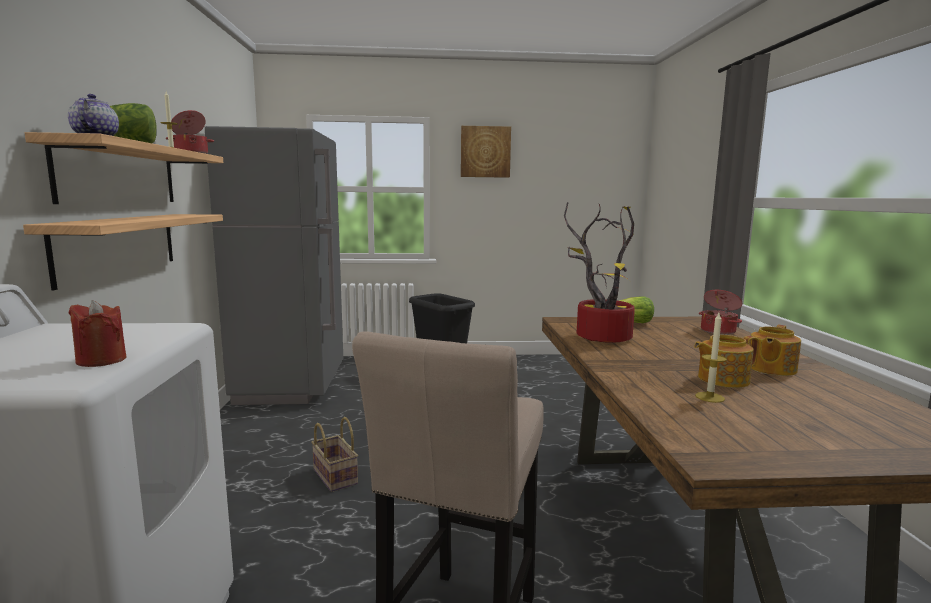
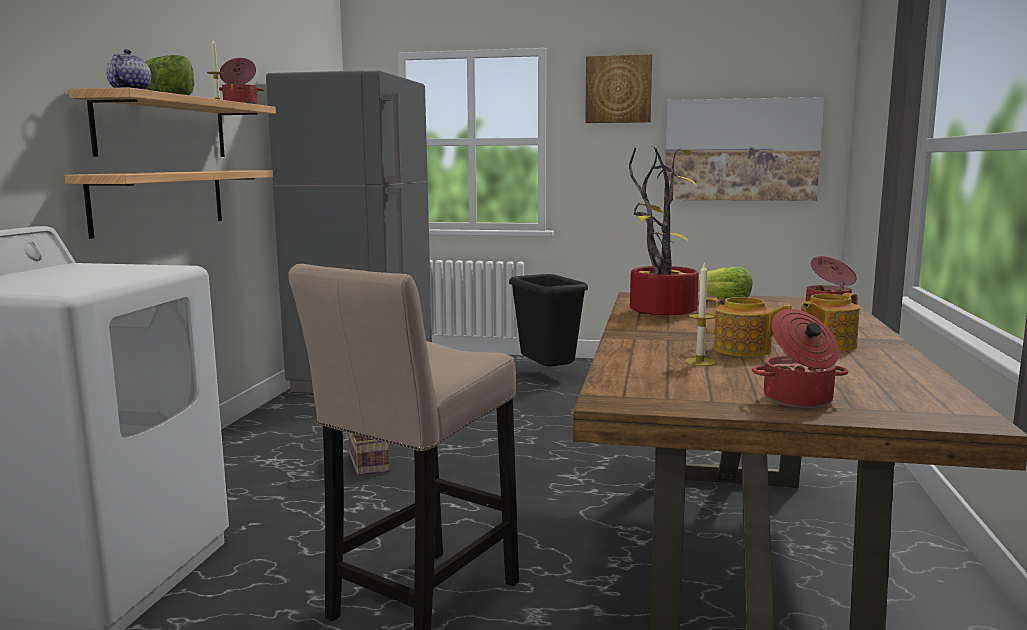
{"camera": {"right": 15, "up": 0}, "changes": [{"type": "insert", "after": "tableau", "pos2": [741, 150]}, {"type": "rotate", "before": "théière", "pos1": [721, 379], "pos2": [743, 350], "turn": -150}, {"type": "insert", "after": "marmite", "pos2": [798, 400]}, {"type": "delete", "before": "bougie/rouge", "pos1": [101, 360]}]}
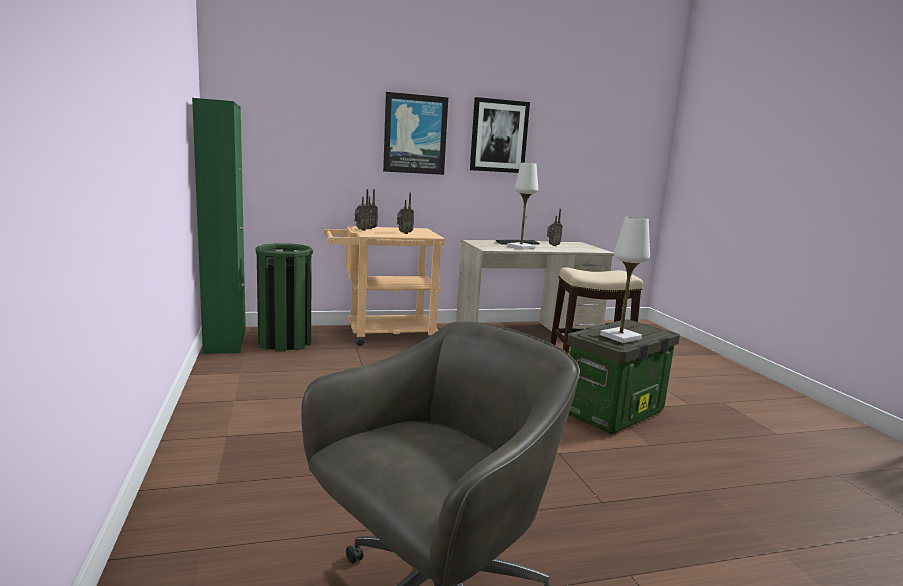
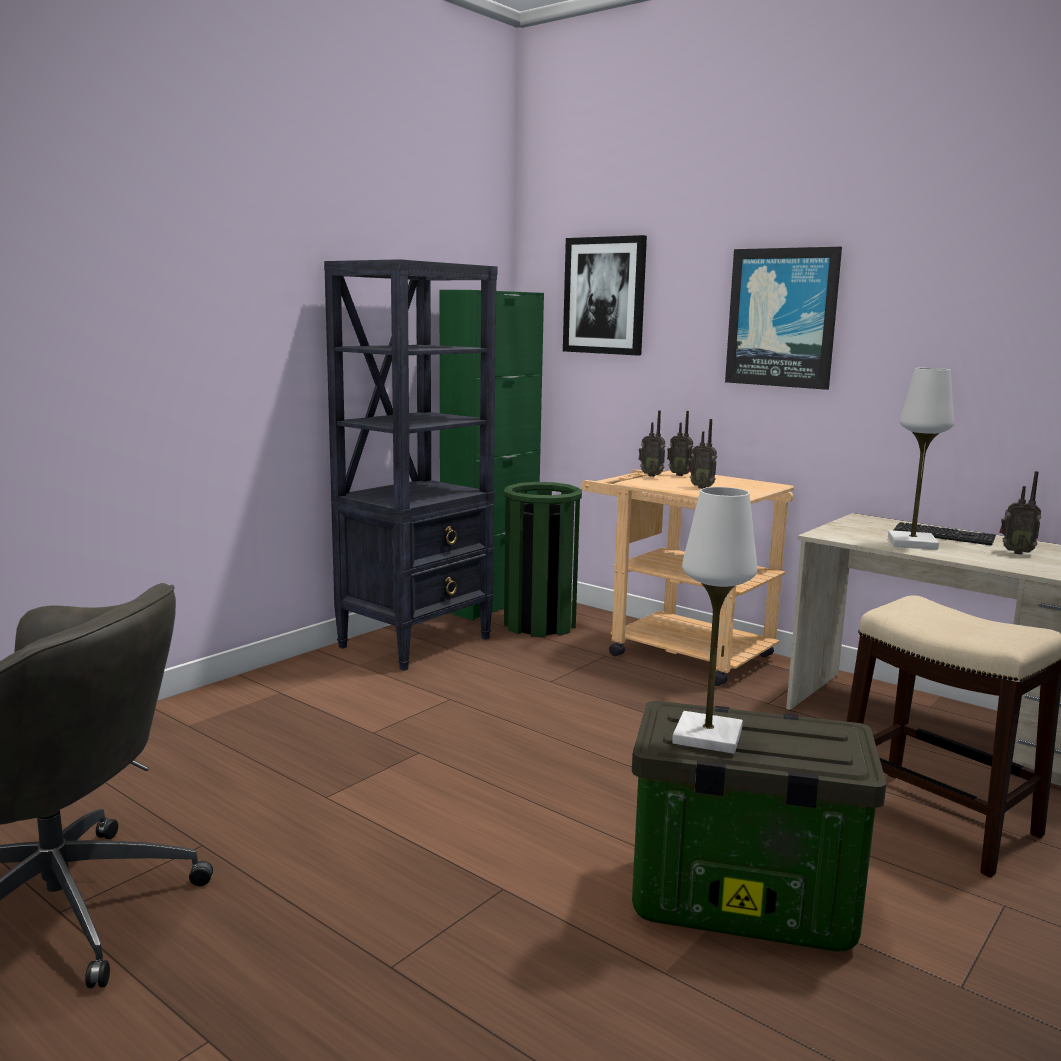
{"camera": {"right": 55, "up": 0}, "changes": [{"type": "insert", "after": "bibliothèque/noir", "pos2": [416, 642]}, {"type": "move", "before": "tableau", "pos1": [499, 136], "pos2": [604, 296]}]}
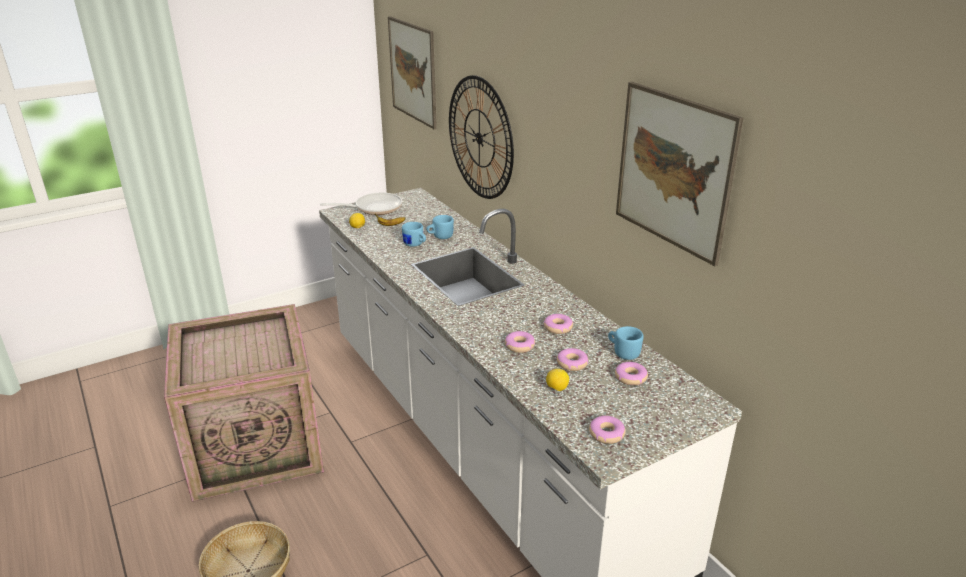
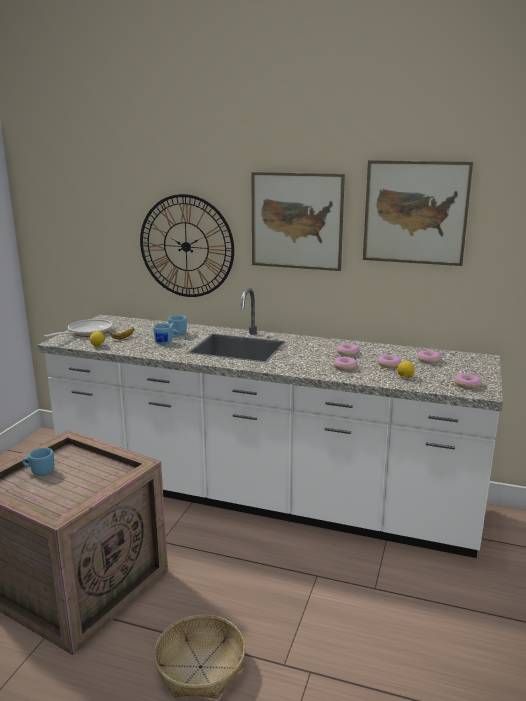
{"camera": {"right": -40, "up": -10}, "changes": [{"type": "move", "before": "mug/bleu", "pos1": [623, 352], "pos2": [39, 471]}, {"type": "move", "before": "tableau", "pos1": [413, 71], "pos2": [296, 221]}]}
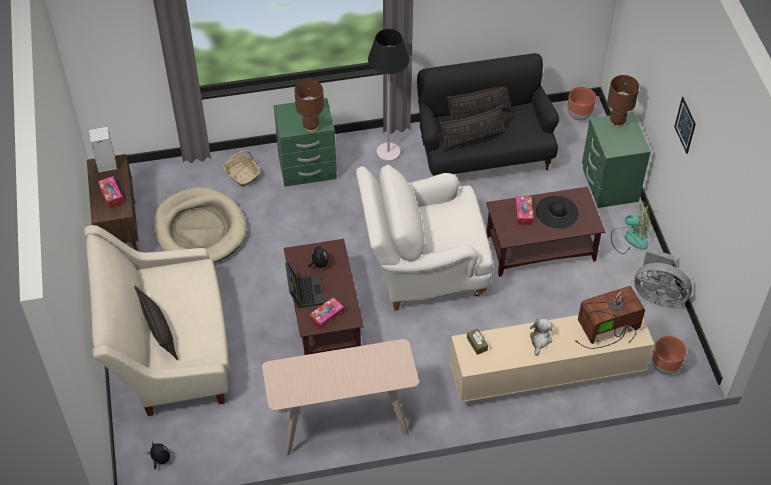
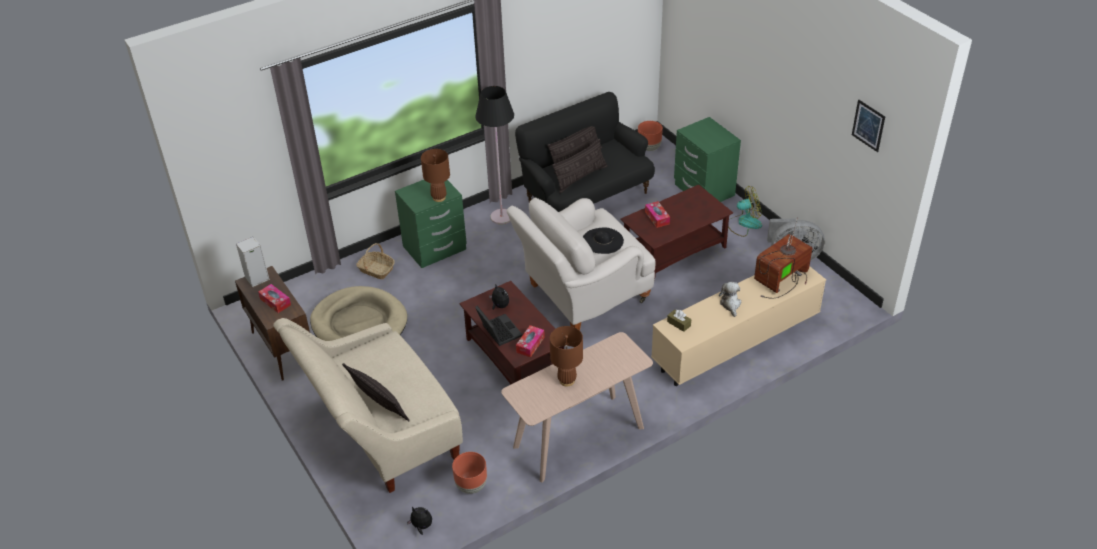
{"camera": {"right": -20, "up": -10}, "changes": [{"type": "move", "before": "cache-pot/marron", "pos1": [664, 366], "pos2": [471, 486]}, {"type": "move", "before": "lampe de table/marron", "pos1": [617, 122], "pos2": [567, 380]}, {"type": "move", "before": "chapeau/noir", "pos1": [557, 212], "pos2": [602, 241]}, {"type": "move", "before": "tableau", "pos1": [685, 125], "pos2": [868, 125]}]}
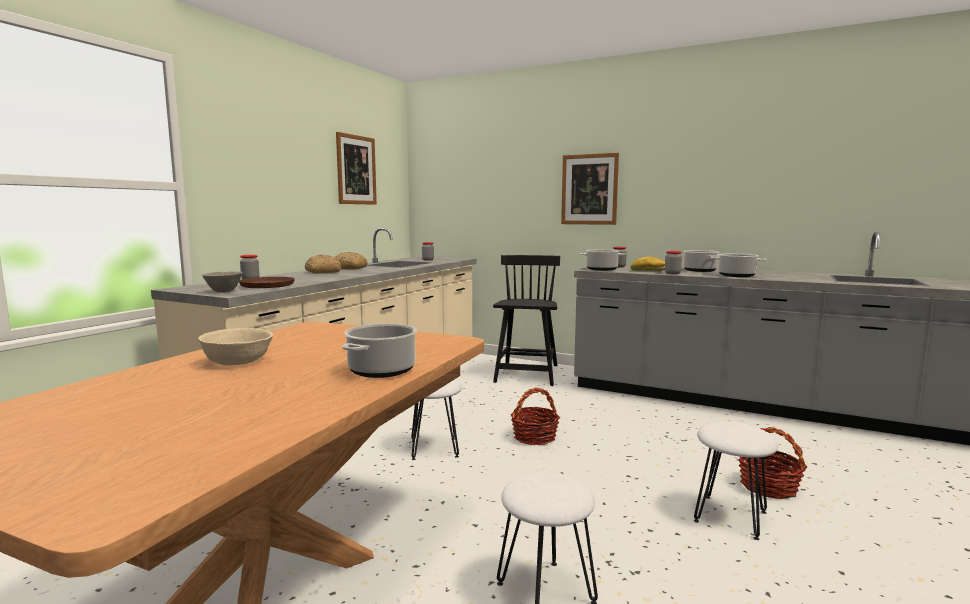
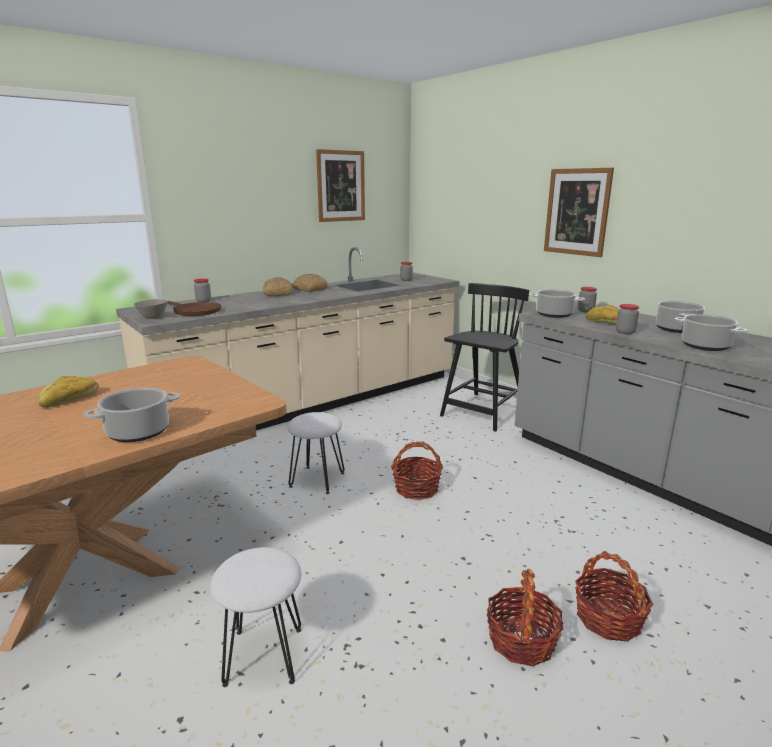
{"camera": {"right": 25, "up": 10}, "changes": [{"type": "replace", "before": "bol/beige", "after": "pain", "pos1": [238, 361], "pos2": [71, 399]}, {"type": "replace", "before": "tabouret/blanc", "after": "panier", "pos1": [731, 517], "pos2": [521, 640]}]}
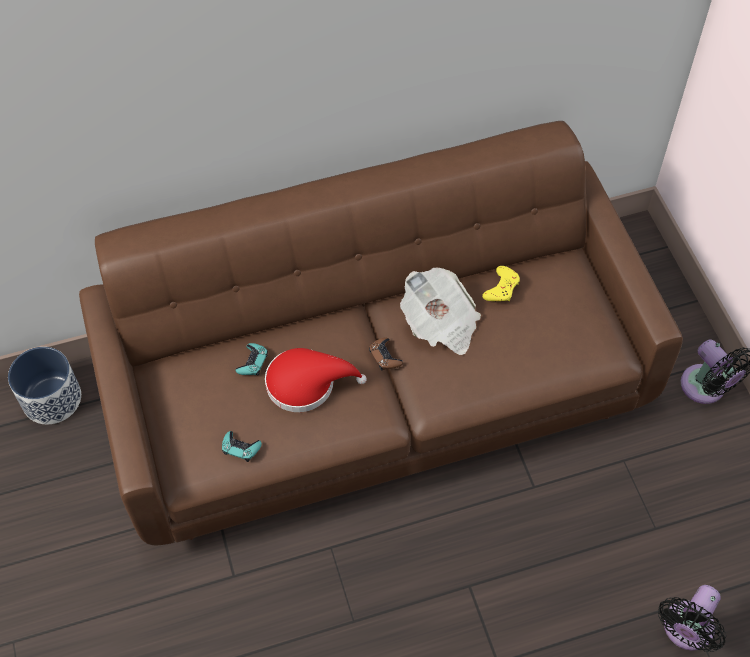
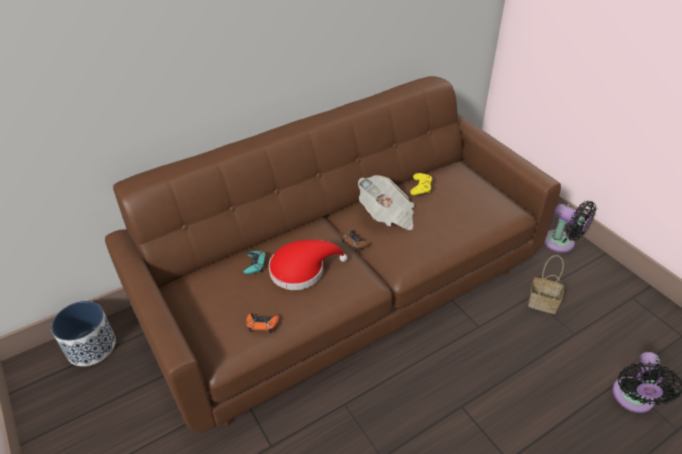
{"camera": {"right": -15, "up": -15}, "changes": [{"type": "recolor", "before": "manette/turquoise", "after": "manette/orange", "pos1": [240, 448], "pos2": [262, 324]}, {"type": "insert", "after": "panier", "pos2": [544, 302]}]}
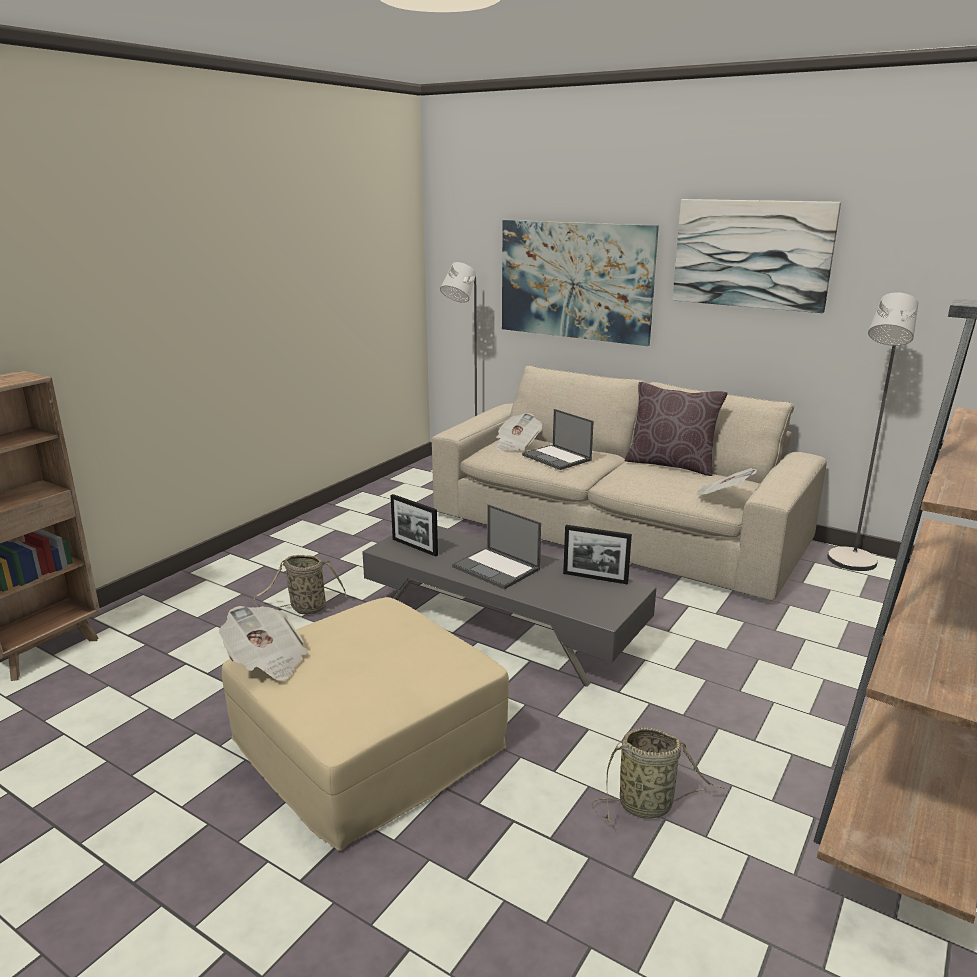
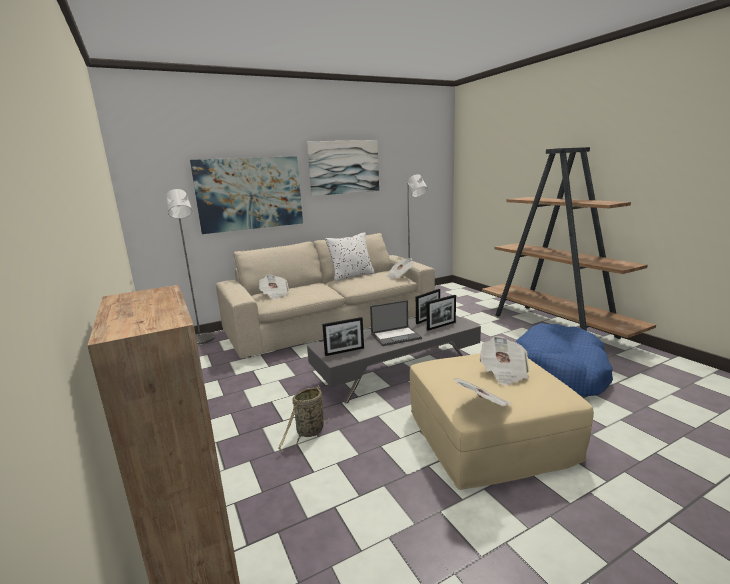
{"camera": {"right": -60, "up": -5}, "changes": [{"type": "recolor", "before": "coussin/marron", "after": "coussin/blanc", "pos1": [671, 464], "pos2": [351, 276]}, {"type": "insert", "after": "cadre photo", "pos2": [441, 326]}, {"type": "insert", "after": "journal", "pos2": [503, 373]}, {"type": "replace", "before": "panier", "after": "panier pour chien/bleu", "pos1": [649, 805], "pos2": [561, 372]}, {"type": "delete", "before": "ordinateur portable", "pos1": [557, 458]}]}
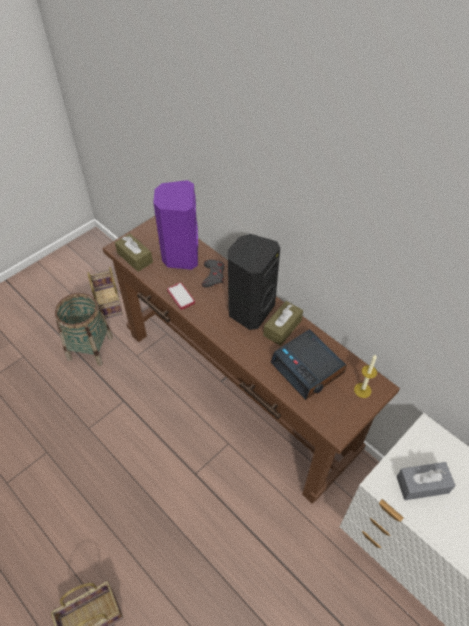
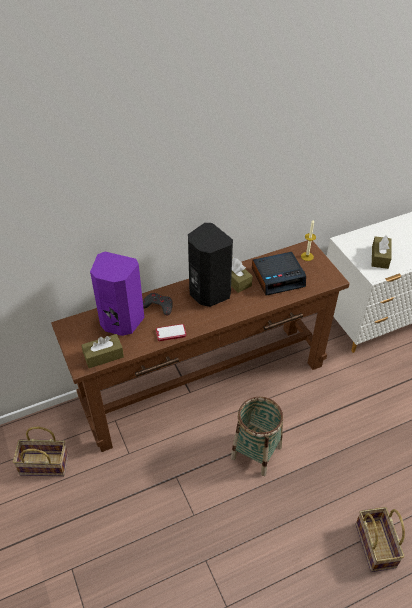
{"camera": {"right": -70, "up": -5}, "changes": [{"type": "move", "before": "panier", "pos1": [90, 348], "pos2": [256, 452]}, {"type": "recolor", "before": "boîte à mouchoirs/gris", "after": "boîte à mouchoirs/marron", "pos1": [422, 484], "pos2": [380, 257]}]}
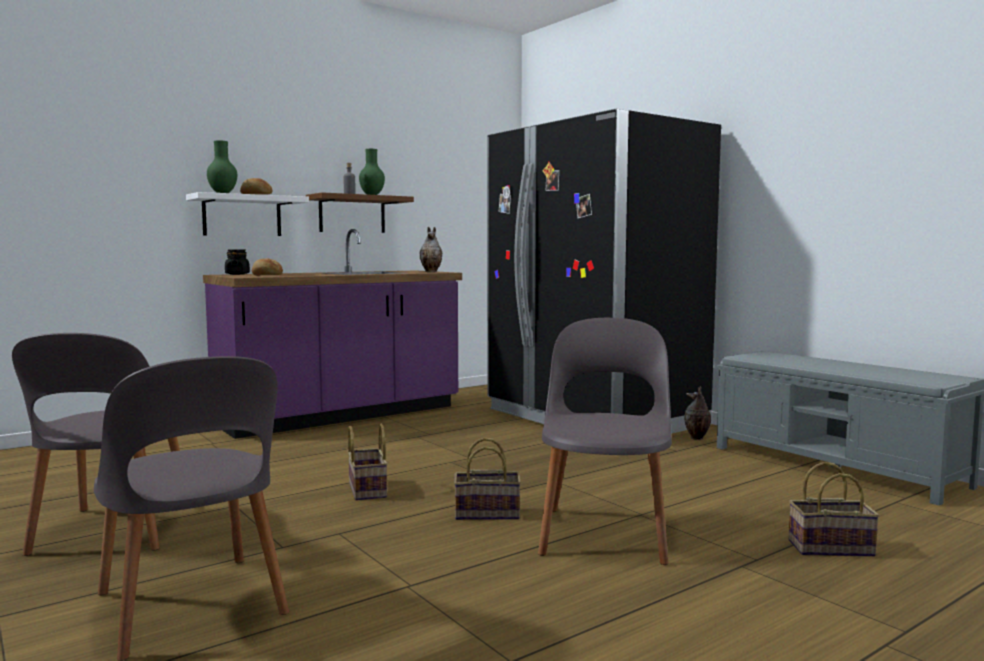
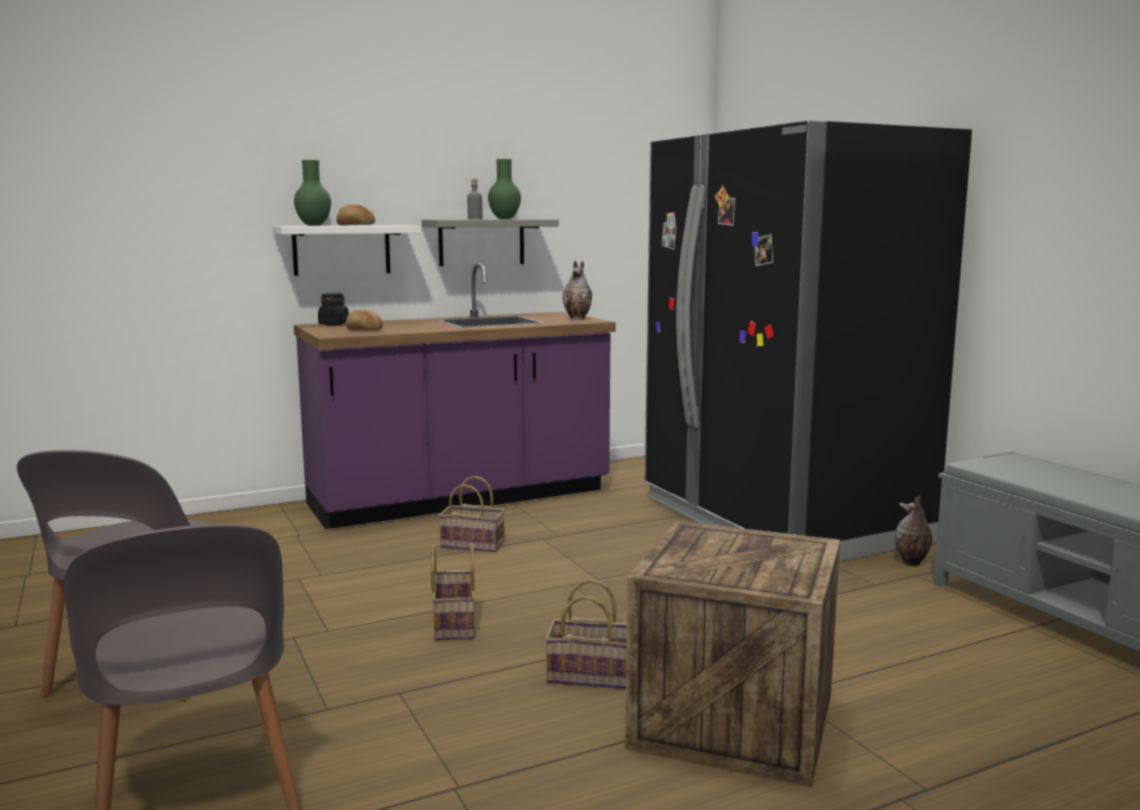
{"camera": {"right": 10, "up": 5}, "changes": [{"type": "recolor", "before": "étagère/marron", "after": "étagère/gris", "pos1": [352, 214], "pos2": [481, 242]}, {"type": "move", "before": "panier", "pos1": [832, 548], "pos2": [474, 544]}, {"type": "replace", "before": "chaise/gris", "after": "caisse", "pos1": [605, 532], "pos2": [733, 721]}]}
